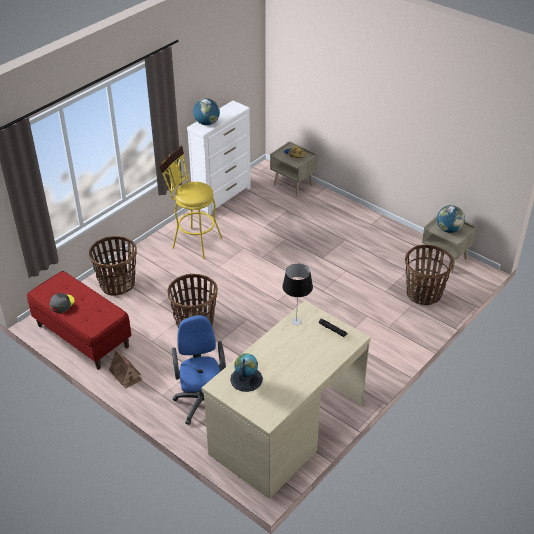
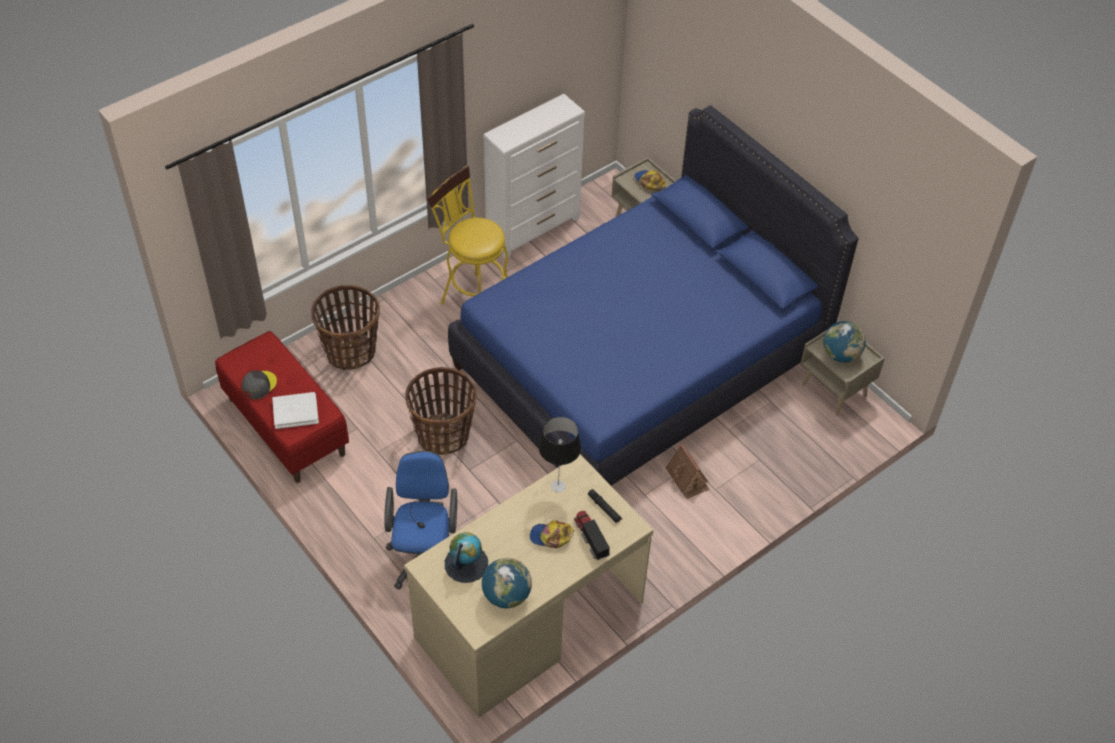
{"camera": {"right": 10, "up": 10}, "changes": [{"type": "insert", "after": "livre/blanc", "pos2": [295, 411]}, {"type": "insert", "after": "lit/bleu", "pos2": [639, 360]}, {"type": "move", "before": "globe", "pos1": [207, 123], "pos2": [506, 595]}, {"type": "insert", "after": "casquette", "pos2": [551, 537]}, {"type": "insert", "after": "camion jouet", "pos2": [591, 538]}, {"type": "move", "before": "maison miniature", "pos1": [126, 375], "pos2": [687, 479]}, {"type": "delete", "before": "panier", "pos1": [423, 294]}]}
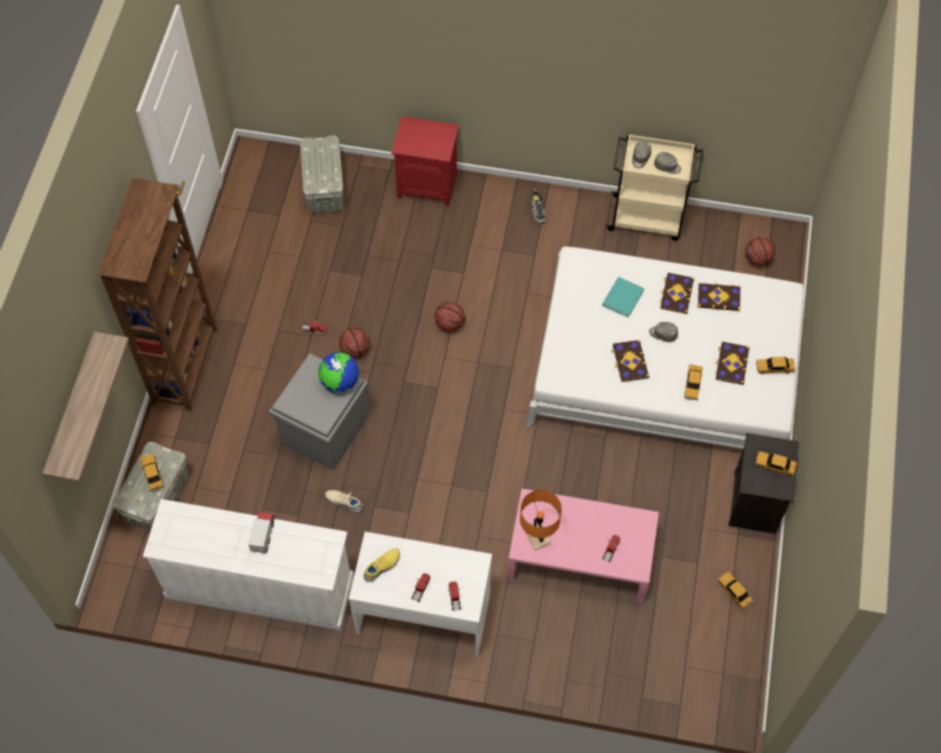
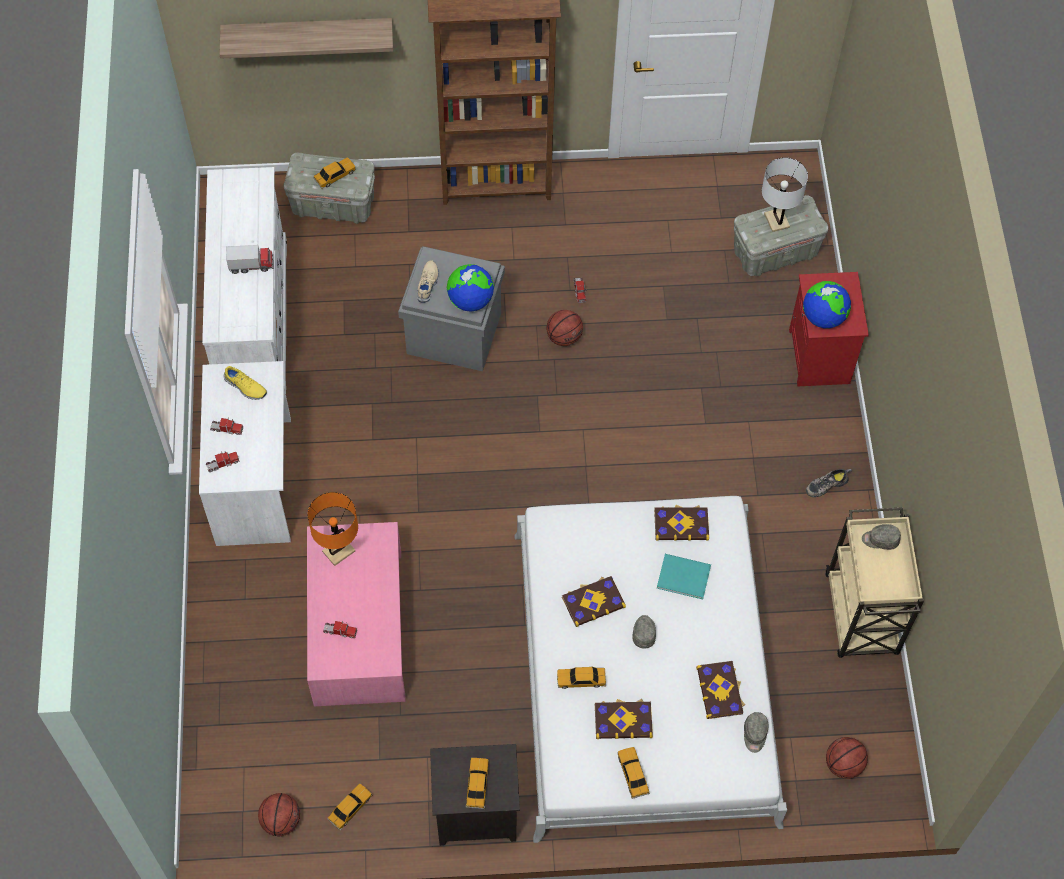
{"camera": {"right": 75, "up": 0}, "changes": [{"type": "move", "before": "ballon de basket", "pos1": [449, 324], "pos2": [281, 820]}, {"type": "move", "before": "chaussure/beige", "pos1": [344, 501], "pos2": [428, 284]}, {"type": "move", "before": "livre", "pos1": [676, 294], "pos2": [681, 524]}, {"type": "move", "before": "casquette/gris", "pos1": [667, 166], "pos2": [755, 734]}, {"type": "insert", "after": "lampe de table/blanc", "pos2": [776, 220]}, {"type": "insert", "after": "globe", "pos2": [823, 317]}]}
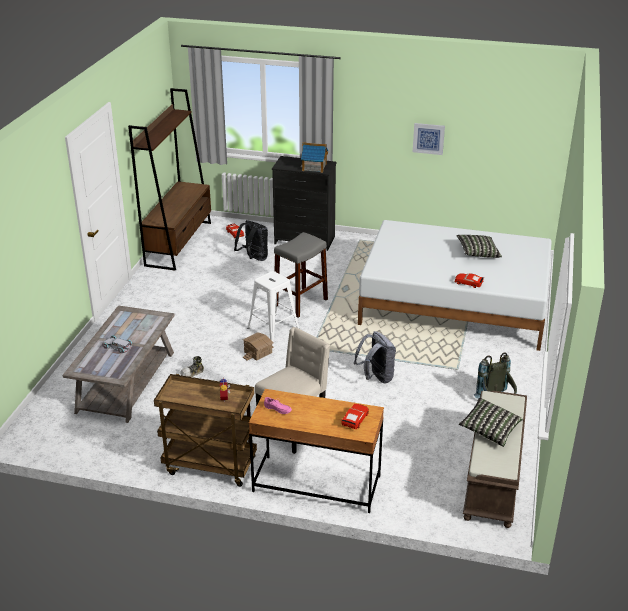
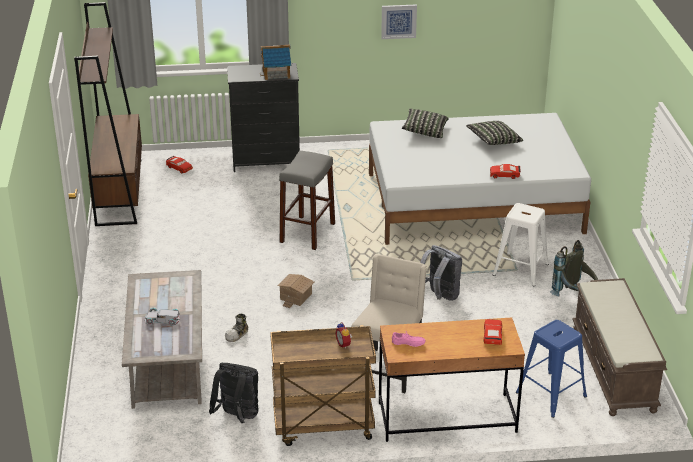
{"camera": {"right": -20, "up": 0}, "changes": [{"type": "move", "before": "sac à dos/noir", "pos1": [253, 258], "pos2": [237, 417]}, {"type": "move", "before": "coussin", "pos1": [490, 429], "pos2": [425, 131]}, {"type": "move", "before": "tabouret/blanc", "pos1": [272, 328], "pos2": [520, 269]}, {"type": "insert", "after": "tabouret/bleu", "pos2": [551, 395]}]}
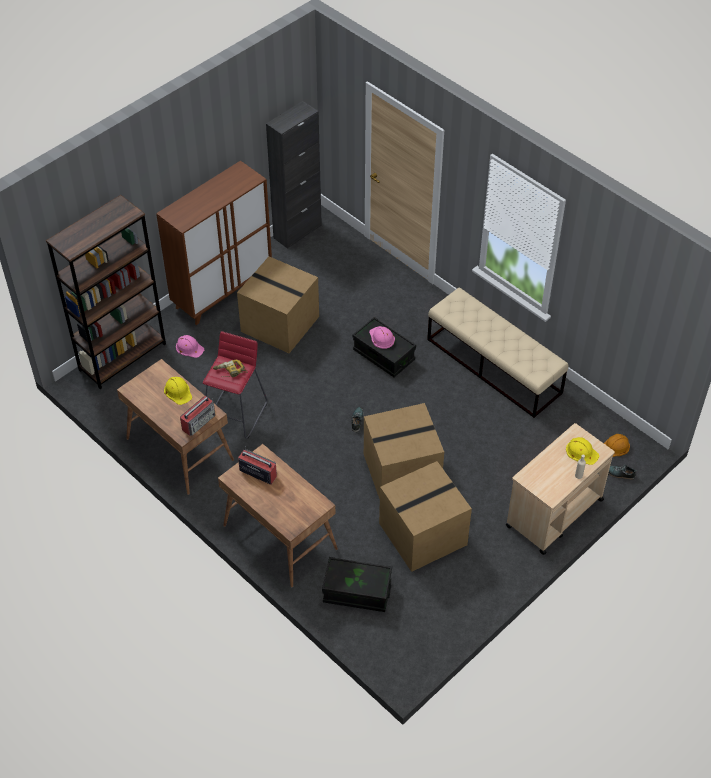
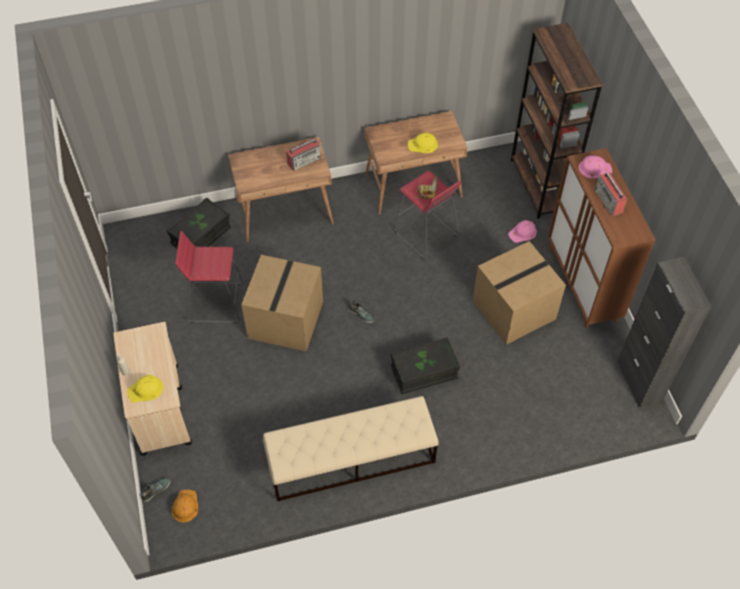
{"camera": {"right": 120, "up": 5}, "changes": [{"type": "replace", "before": "carton", "after": "tabouret/rouge", "pos1": [422, 535], "pos2": [215, 302]}, {"type": "move", "before": "casque de chantier/rose", "pos1": [381, 338], "pos2": [594, 168]}, {"type": "move", "before": "radio", "pos1": [199, 422], "pos2": [609, 201]}]}
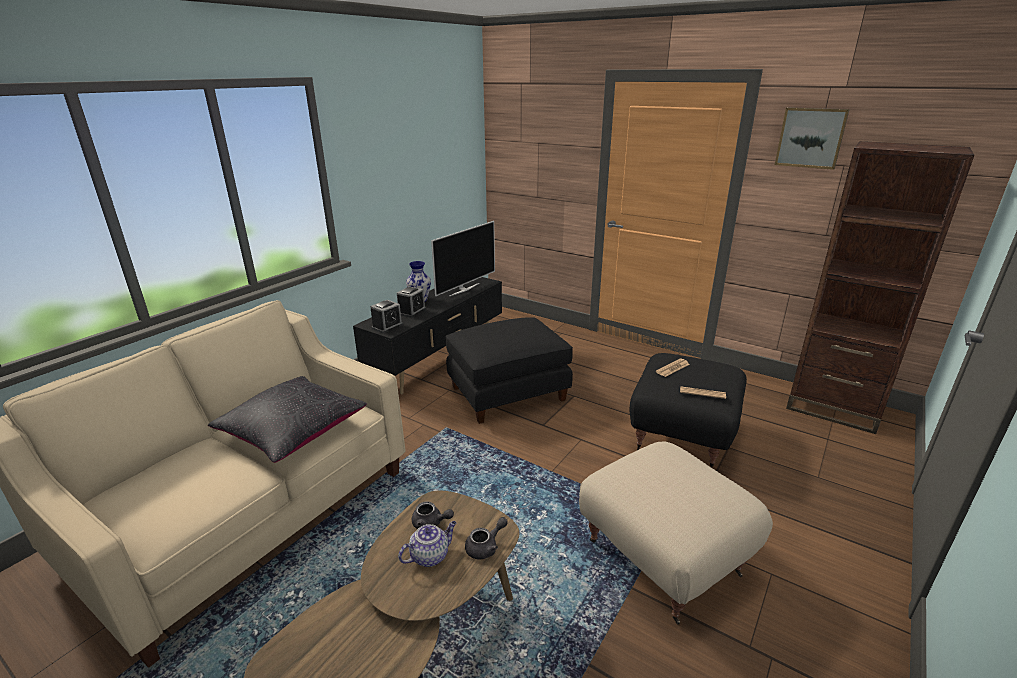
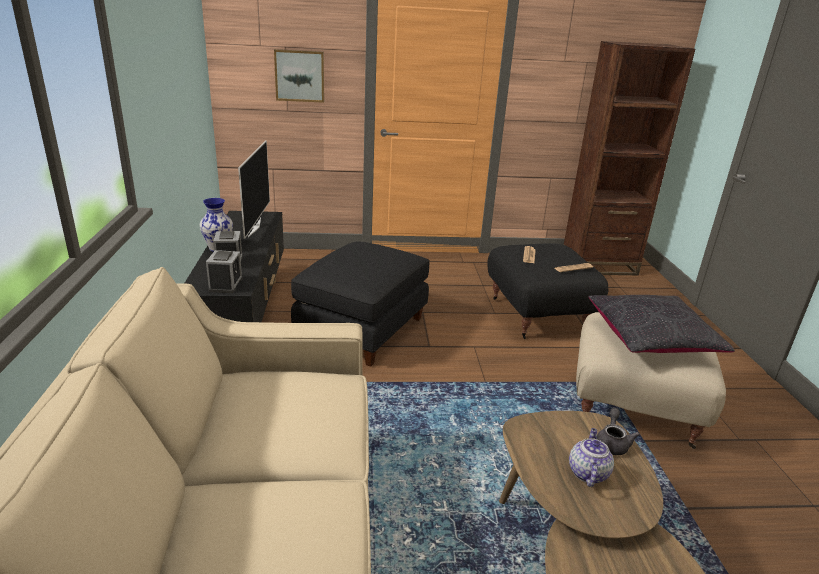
{"camera": {"right": -40, "up": 0}, "changes": [{"type": "move", "before": "tableau", "pos1": [810, 137], "pos2": [299, 75]}, {"type": "move", "before": "coussin/noir", "pos1": [293, 430], "pos2": [651, 338]}, {"type": "delete", "before": "théière/gris", "pos1": [430, 523]}]}
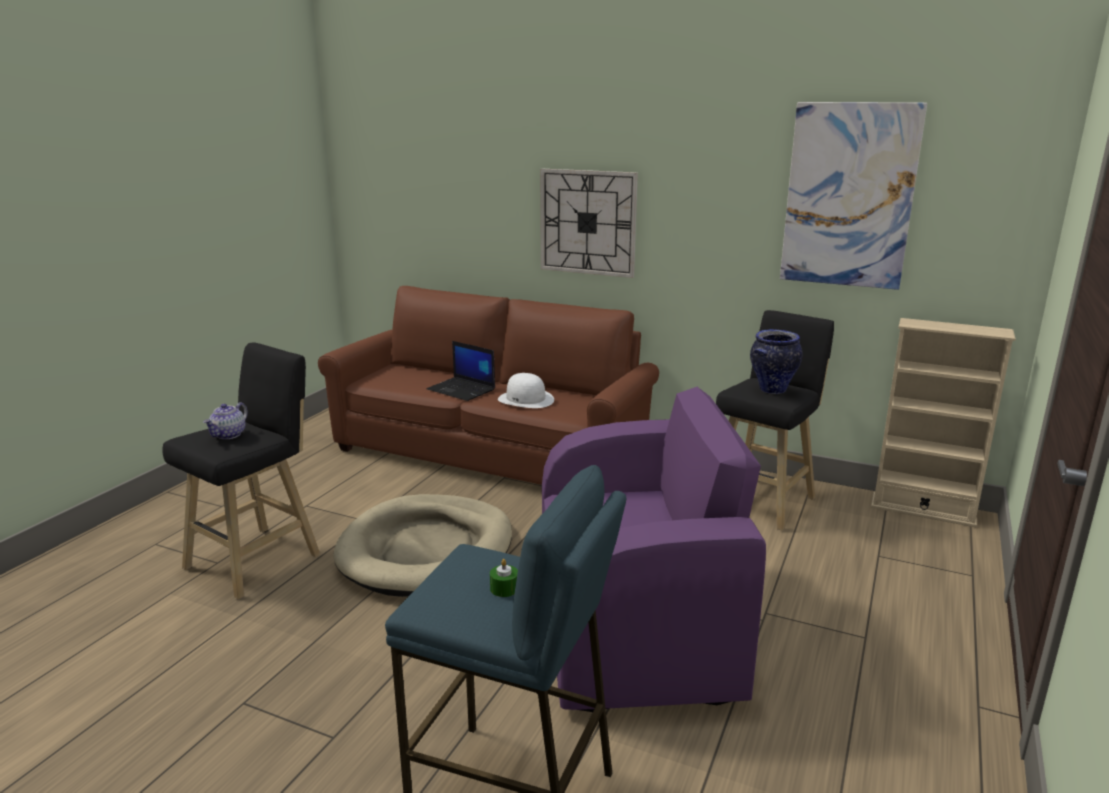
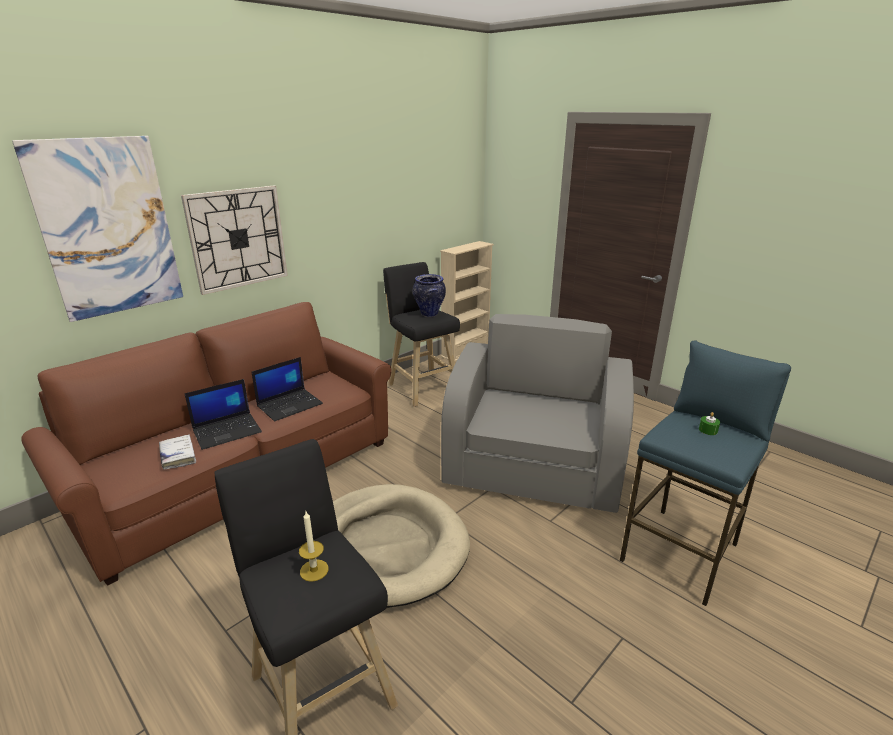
{"camera": {"right": -70, "up": 5}, "changes": [{"type": "move", "before": "tableau", "pos1": [848, 196], "pos2": [108, 228]}, {"type": "insert", "after": "livre/blanc", "pos2": [178, 456]}, {"type": "replace", "before": "chapeau/blanc", "after": "ordinateur portable", "pos1": [526, 399], "pos2": [290, 405]}, {"type": "replace", "before": "théière", "after": "bougie", "pos1": [229, 435], "pos2": [314, 570]}, {"type": "recolor", "before": "fauteuil/violet", "after": "fauteuil/gris", "pos1": [636, 626], "pos2": [534, 468]}]}
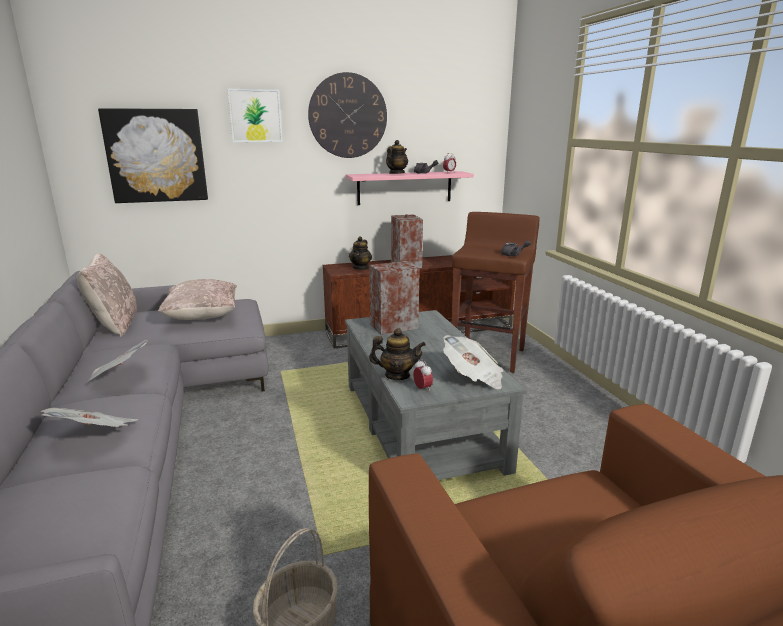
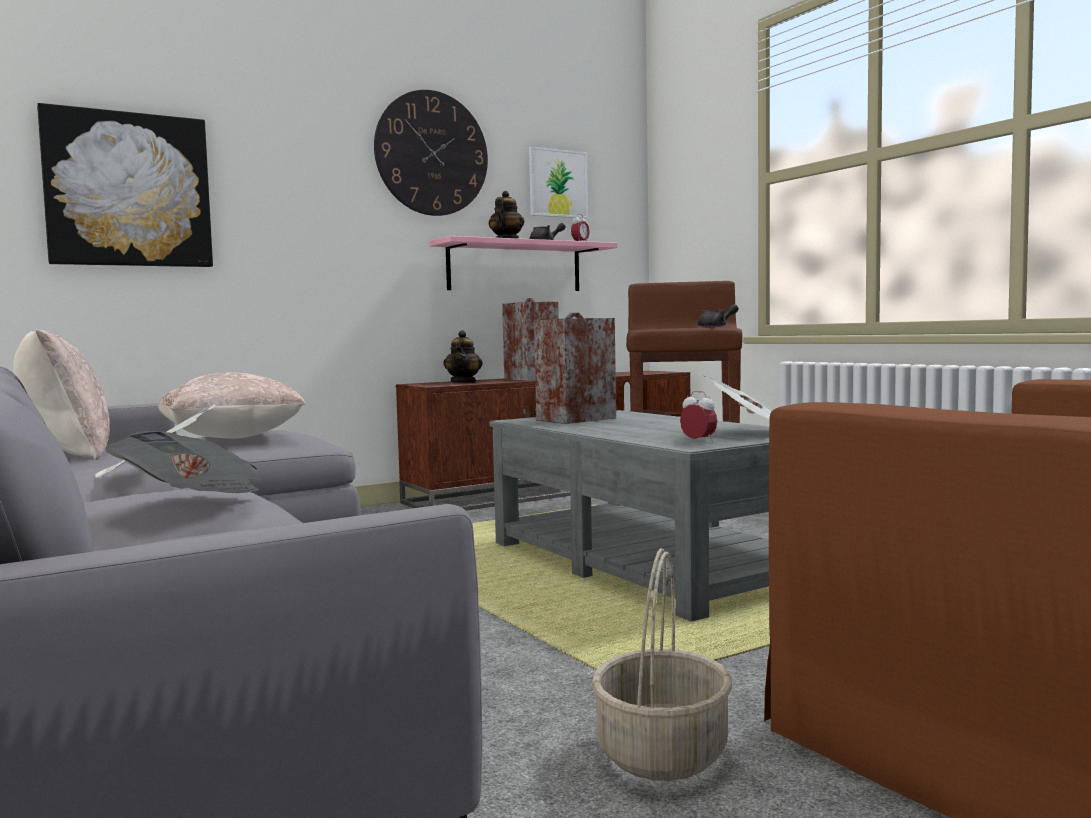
{"camera": {"right": -15, "up": -15}, "changes": [{"type": "move", "before": "tableau", "pos1": [255, 116], "pos2": [557, 183]}, {"type": "delete", "before": "théière", "pos1": [397, 375]}]}
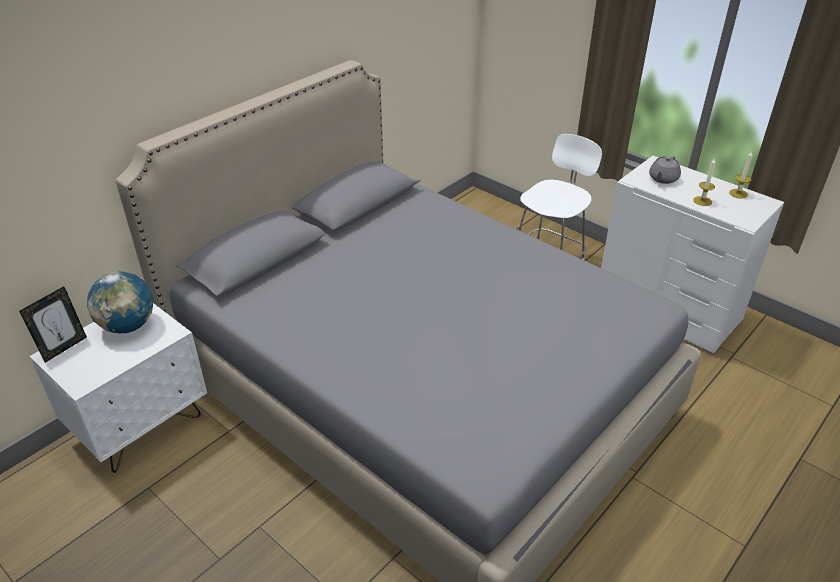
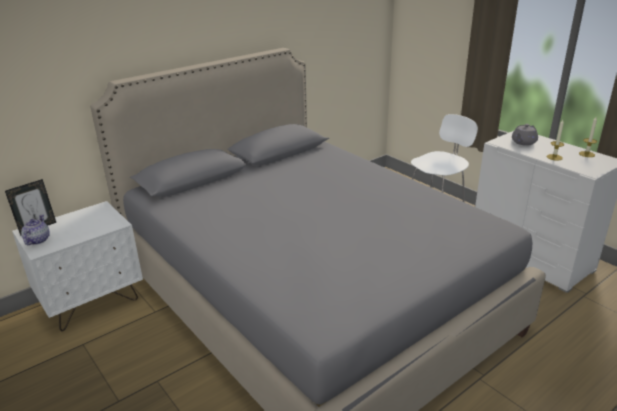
{"camera": {"right": 10, "up": -10}, "changes": [{"type": "insert", "after": "théière", "pos2": [37, 240]}, {"type": "delete", "before": "globe", "pos1": [128, 325]}]}
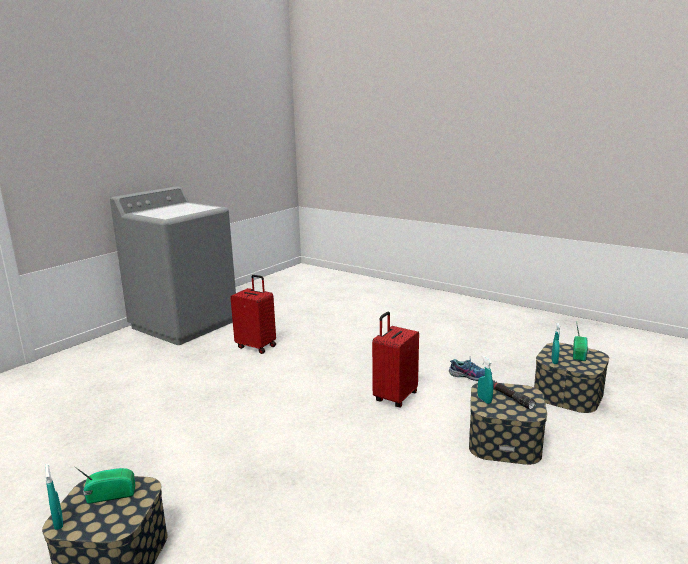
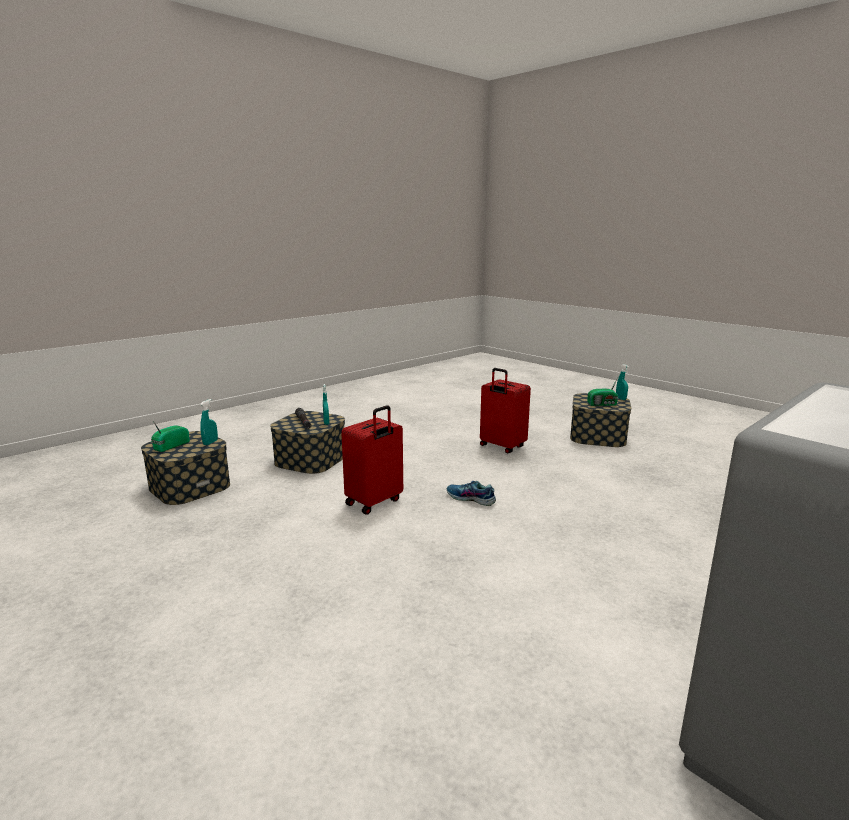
{"camera": {"right": -170, "up": 0}, "changes": [{"type": "move", "before": "chaussure", "pos1": [470, 375], "pos2": [470, 499]}, {"type": "move", "before": "valise/rouge", "pos1": [257, 346], "pos2": [501, 447]}]}
